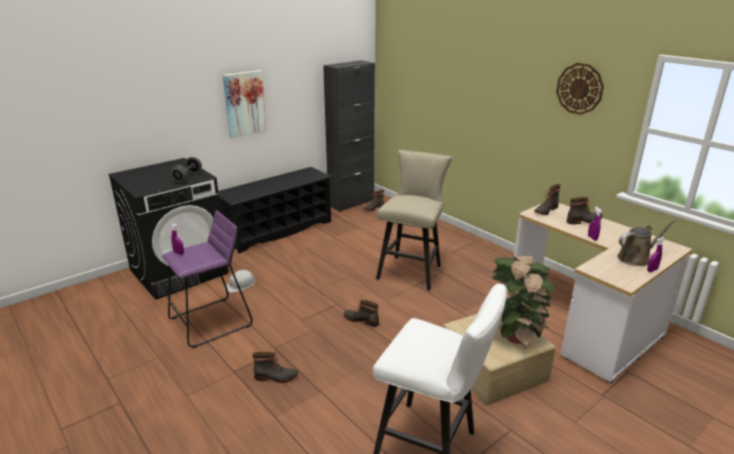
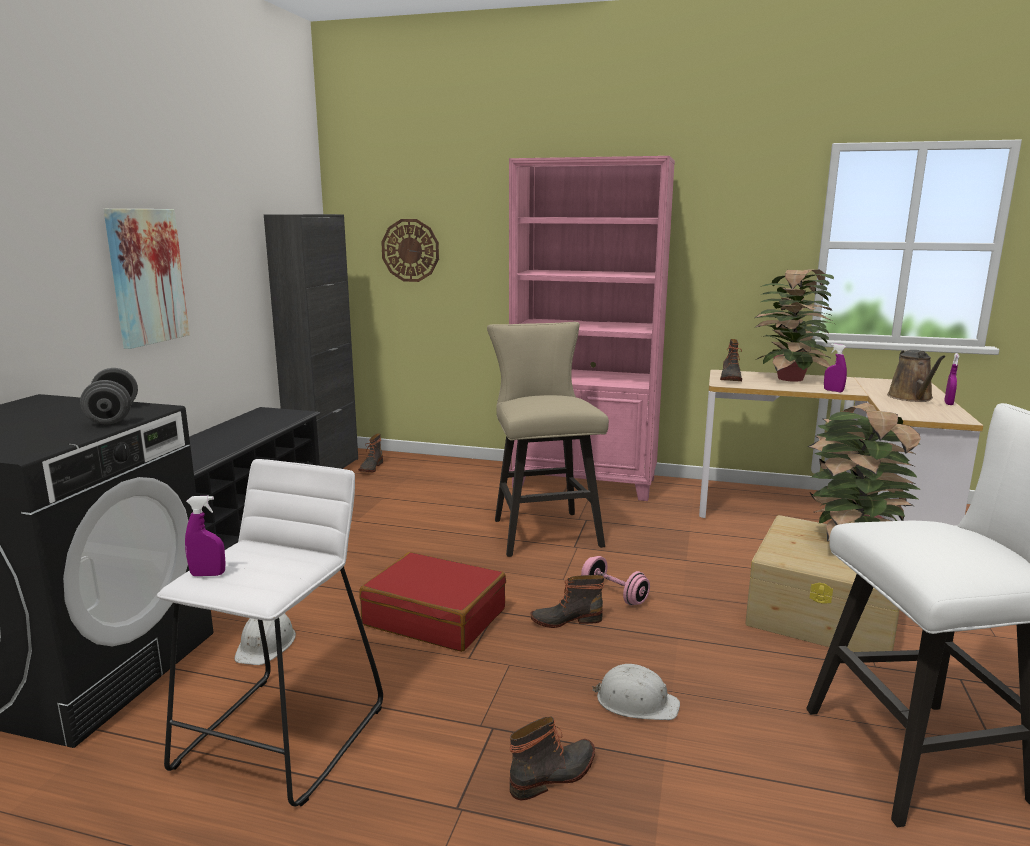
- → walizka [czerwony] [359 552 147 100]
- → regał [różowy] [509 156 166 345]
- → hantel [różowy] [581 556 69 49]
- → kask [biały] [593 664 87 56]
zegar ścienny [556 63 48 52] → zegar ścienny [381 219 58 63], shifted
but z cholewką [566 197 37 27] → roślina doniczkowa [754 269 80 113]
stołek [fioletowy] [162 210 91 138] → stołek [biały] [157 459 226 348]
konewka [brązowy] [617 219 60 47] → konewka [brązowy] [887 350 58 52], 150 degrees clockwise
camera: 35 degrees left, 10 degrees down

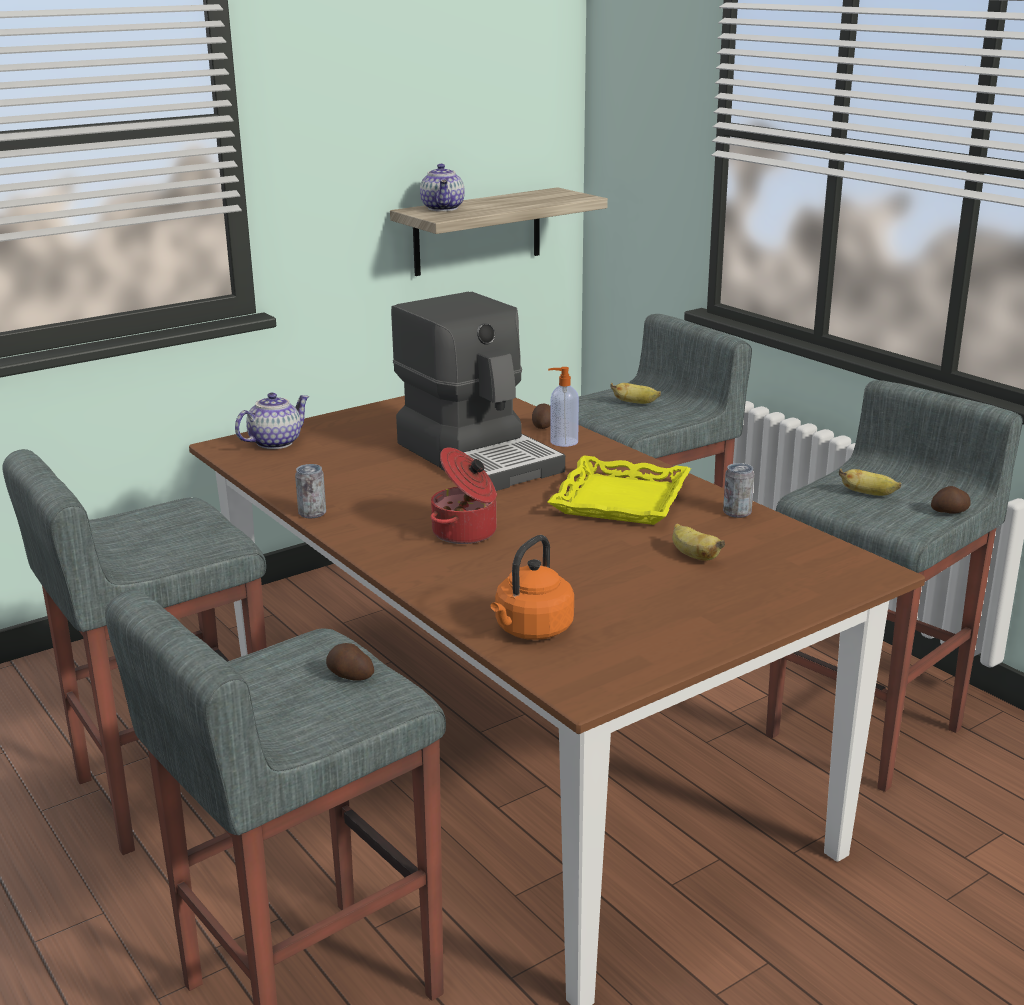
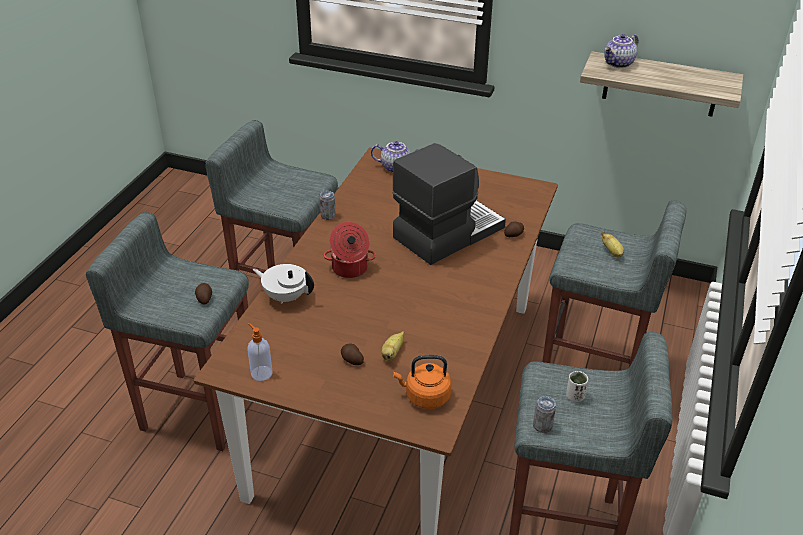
taca [żółty] [548 456 143 69] → -
- → imbryk [biały] [252 264 62 40]
czajnik [pomarańczowy] [491 535 83 105] → czajnik [pomarańczowy] [393 355 59 54], shifted
dozownik mydła [548 367 31 80] → dozownik mydła [248 323 24 58], shifted
puszka [723 463 31 55] → puszka [533 396 23 37], shifted
ziemniak [931 486 40 28] → ziemniak [341 344 23 21], shifted
banan [839 469 62 27] → filiżanka [biały] [566 371 22 31]
ekspres do kawy [391 292 174 199] → ekspres do kawy [393 143 113 122], 150 degrees counterclockwise
camera: 55 degrees right, 15 degrees up

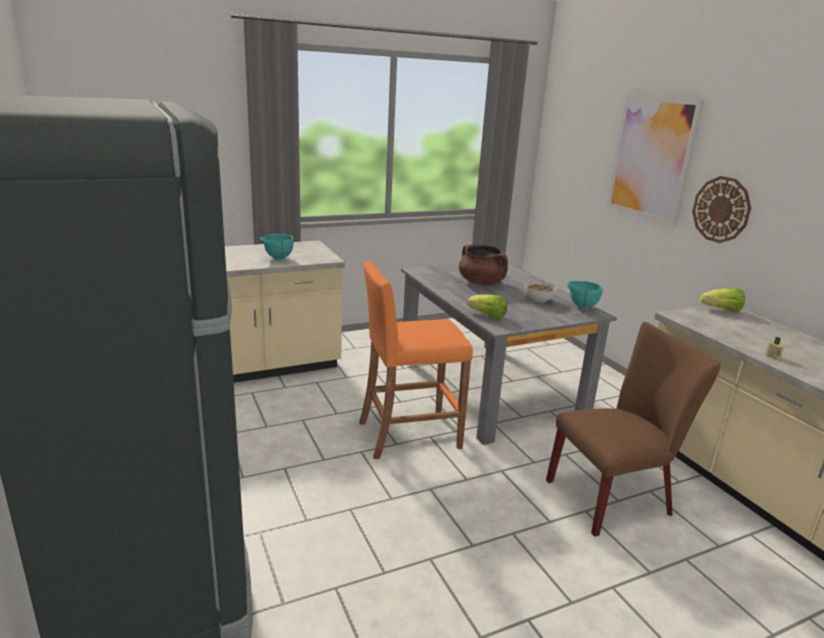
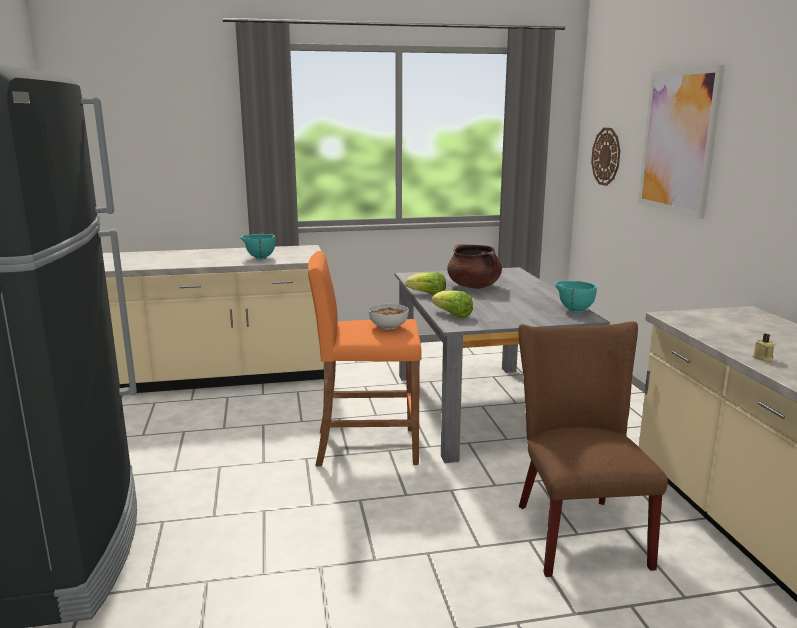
miska [525 281 33 22] → miska [368 304 41 26], shifted
zegar ścienny [692 176 59 67] → zegar ścienny [591 128 29 58], shifted
sałata [700 288 45 24] → sałata [406 272 40 23], shifted
krzesło [brązowy] [546 322 175 215] → krzesło [brązowy] [518 321 150 256], 90 degrees counterclockwise
camera: 15 degrees right, 5 degrees down

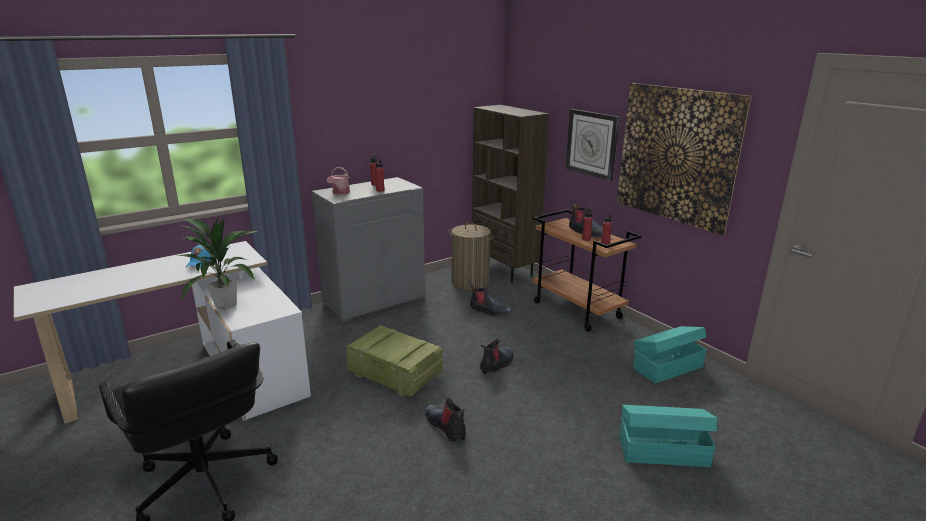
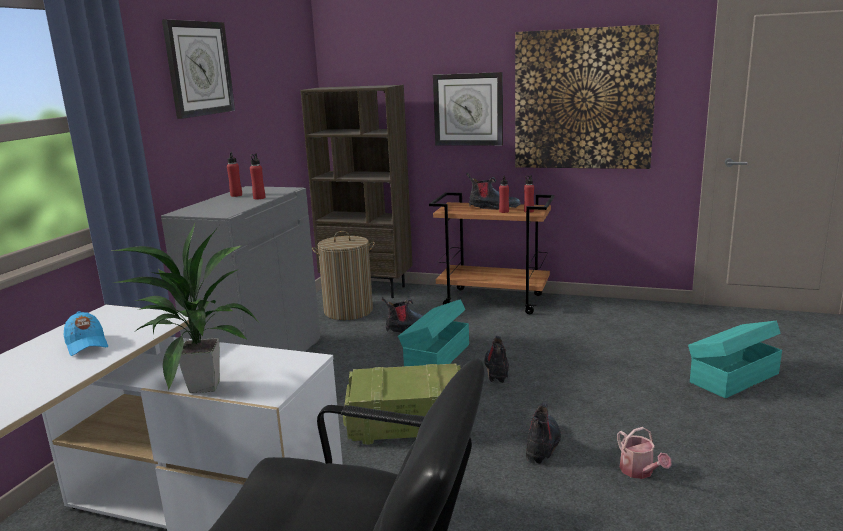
- → zegar ścienny [162 19 73 100]
konewka [327 167 23 28] → konewka [617 427 54 52], shifted
pojemnik do przechowywania [turkusowy] [633 326 74 58] → pojemnik do przechowywania [turkusowy] [398 299 71 67], shifted
but z cholewką [425 397 41 46] → but z cholewką [526 403 35 61], 90 degrees clockwise
camera: 35 degrees left, 5 degrees down

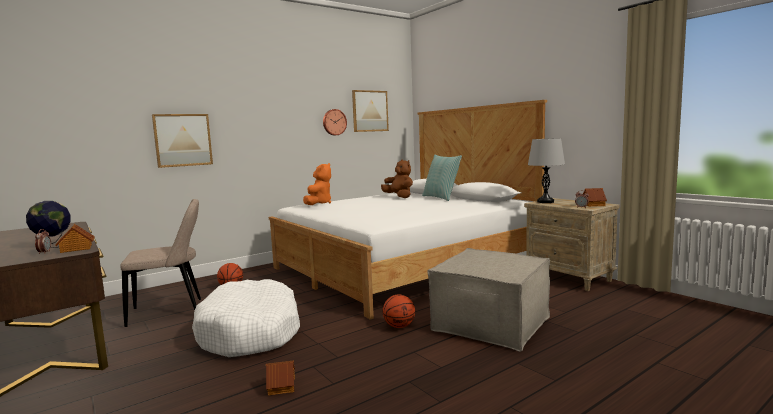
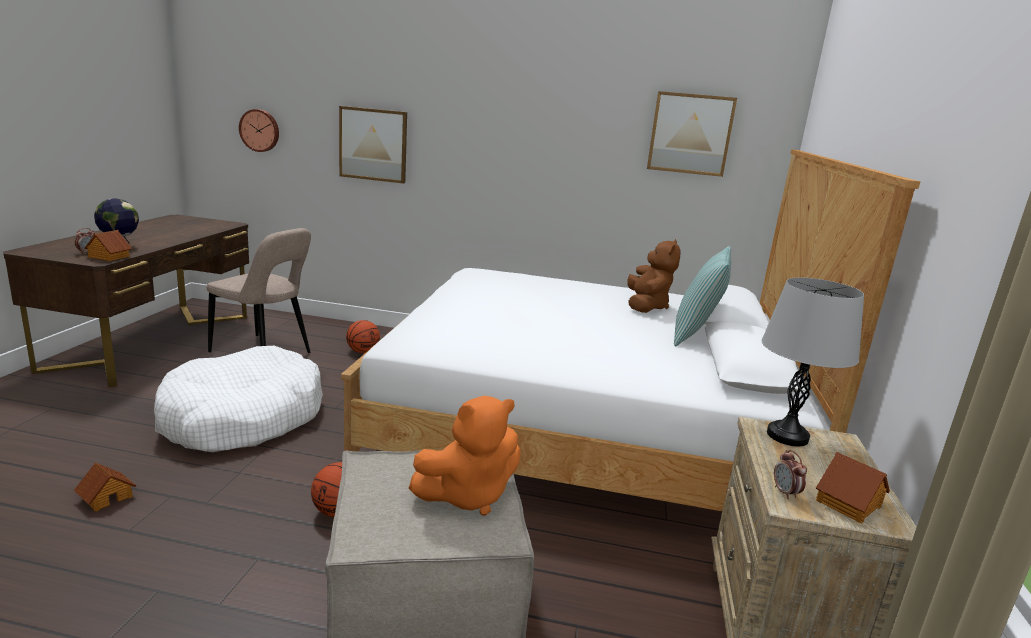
pluszak [pomarańczowy] [303 163 28 42] → pluszak [pomarańczowy] [409 396 112 120], shifted
zegar ścienny [323 109 24 26] → zegar ścienny [239 109 40 43], shifted
camera: 45 degrees right, 10 degrees up

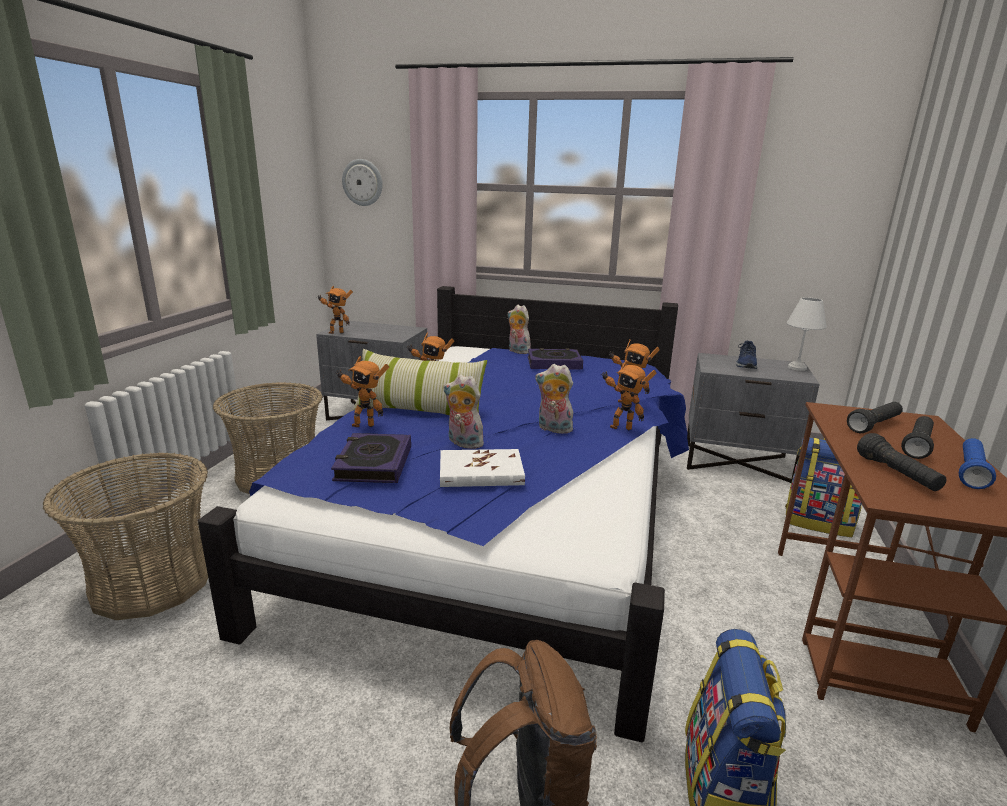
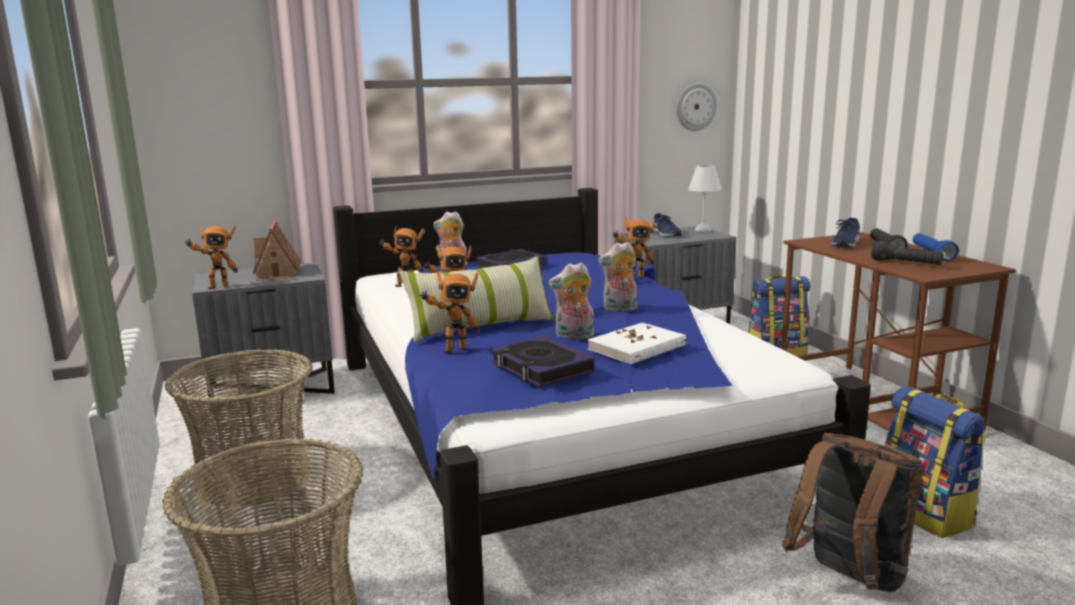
- → domek [253 220 48 61]
zegar ścienny [342 159 41 47] → zegar ścienny [676 83 41 48], shifted
robot zabawkowy [601 360 55 70] → robot zabawkowy [378 226 47 61], shifted
latarka [czarny] [847 402 56 31] → but [niebieski] [831 218 29 30]
camera: 35 degrees left, 5 degrees down

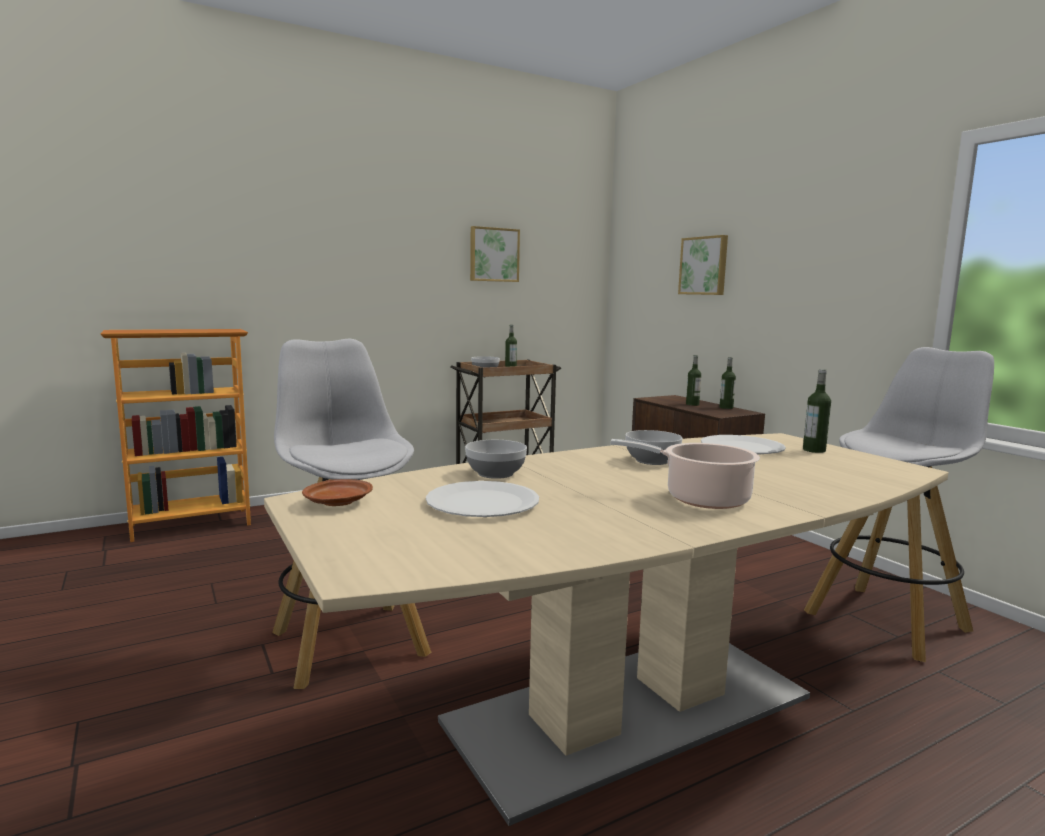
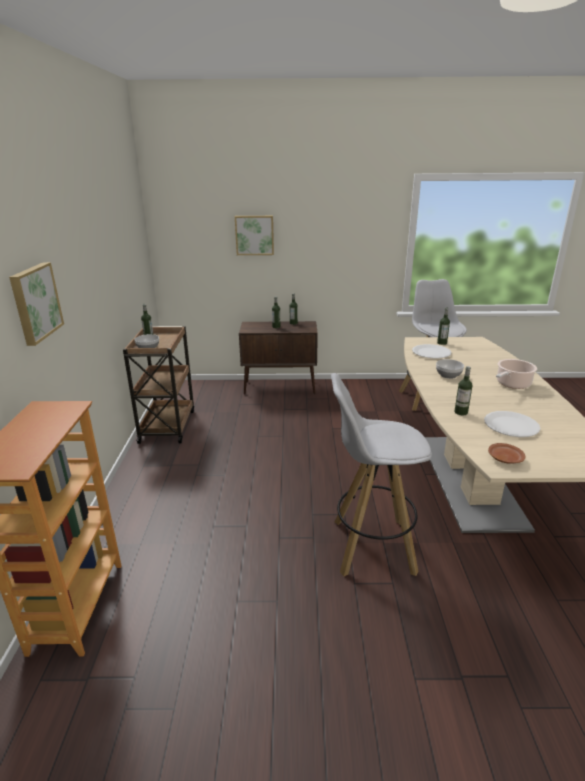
obraz [470 226 50 56] → obraz [9 262 55 84], shifted
miska [465 440 62 39] → butelka [454 366 19 49]
camera: 60 degrees left, 15 degrees up

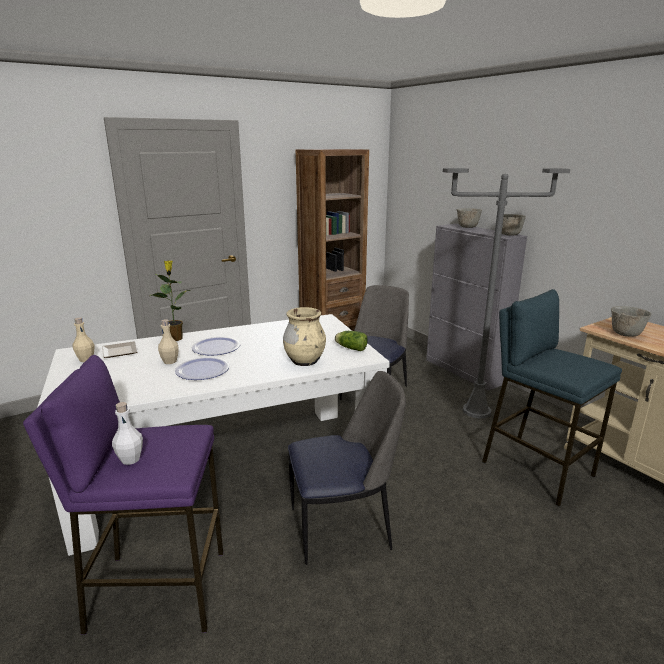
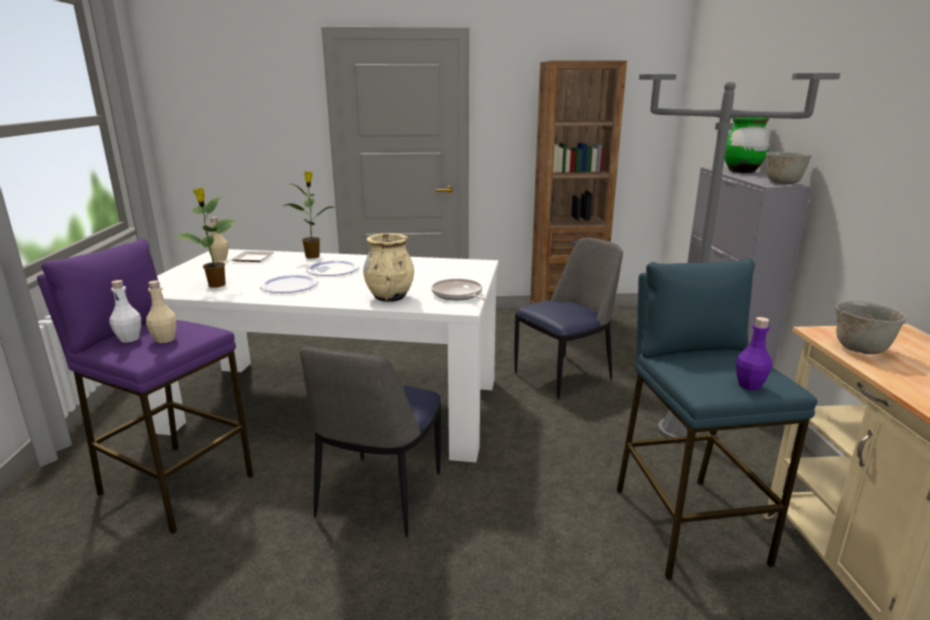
- → roślina doniczkowa [175 188 62 100]
- → butelka [fioletowy] [736 317 36 74]
butelka [beżowy] [158 319 21 45] → butelka [beżowy] [146 280 30 63], shifted
sałata [335 331 33 20] → patelnia [431 279 56 22]
miska [szary] [457 208 25 20] → wazon [zielony] [725 117 45 56]
krzesło [288 371 118 194] → krzesło [300 346 141 191], 90 degrees clockwise
camera: 30 degrees right, 0 degrees up

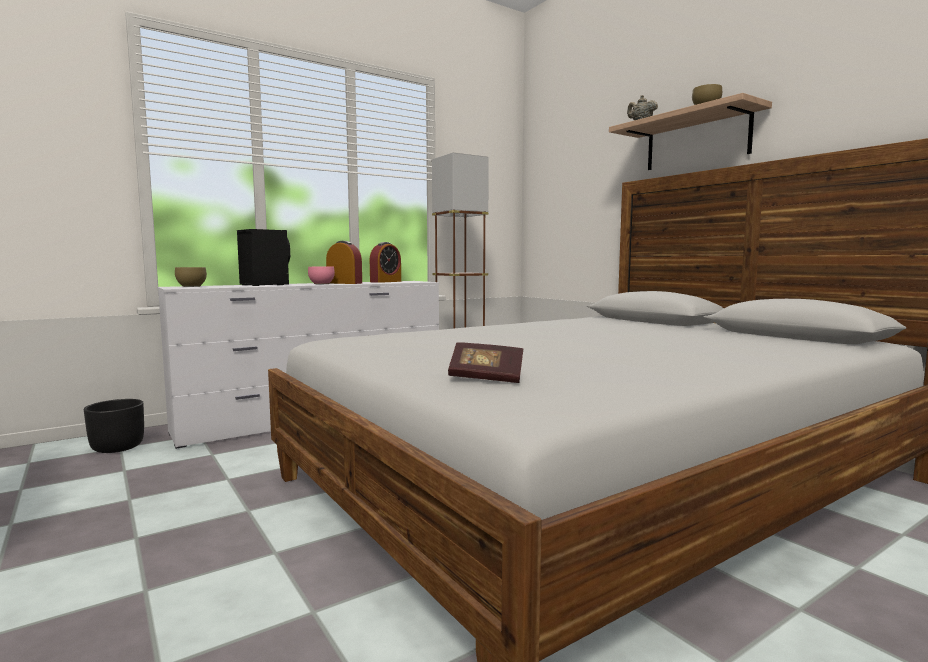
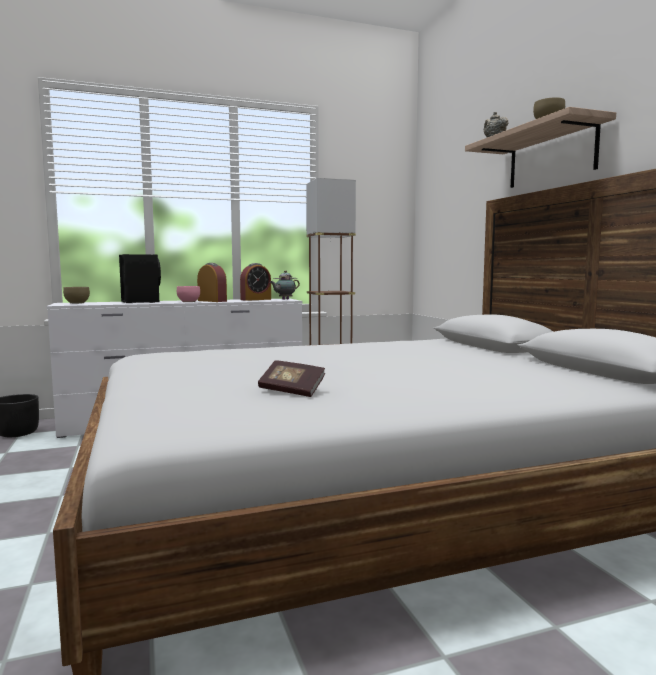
- → imbryk [270 270 30 30]
książka [448 342 75 41] → książka [258 360 68 37], shifted
camera: 15 degrees right, 0 degrees up

